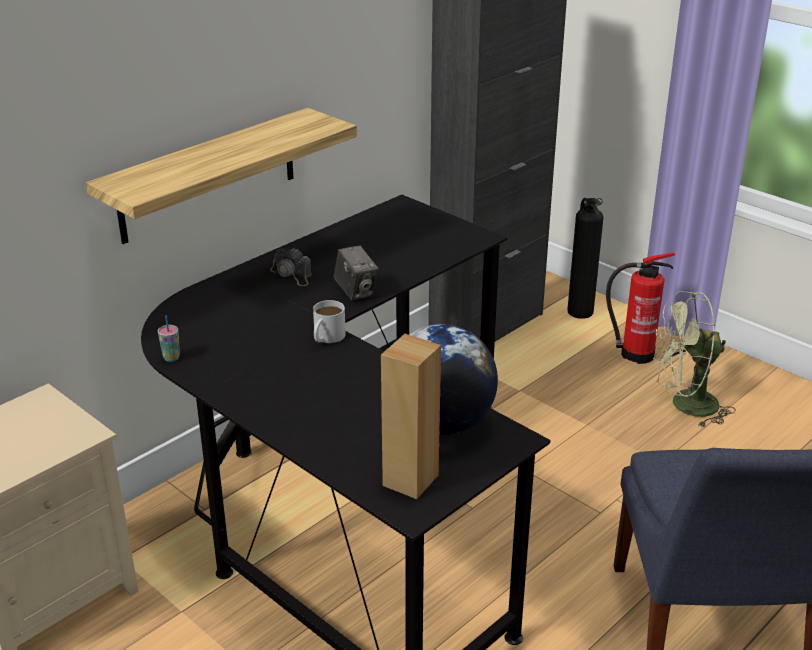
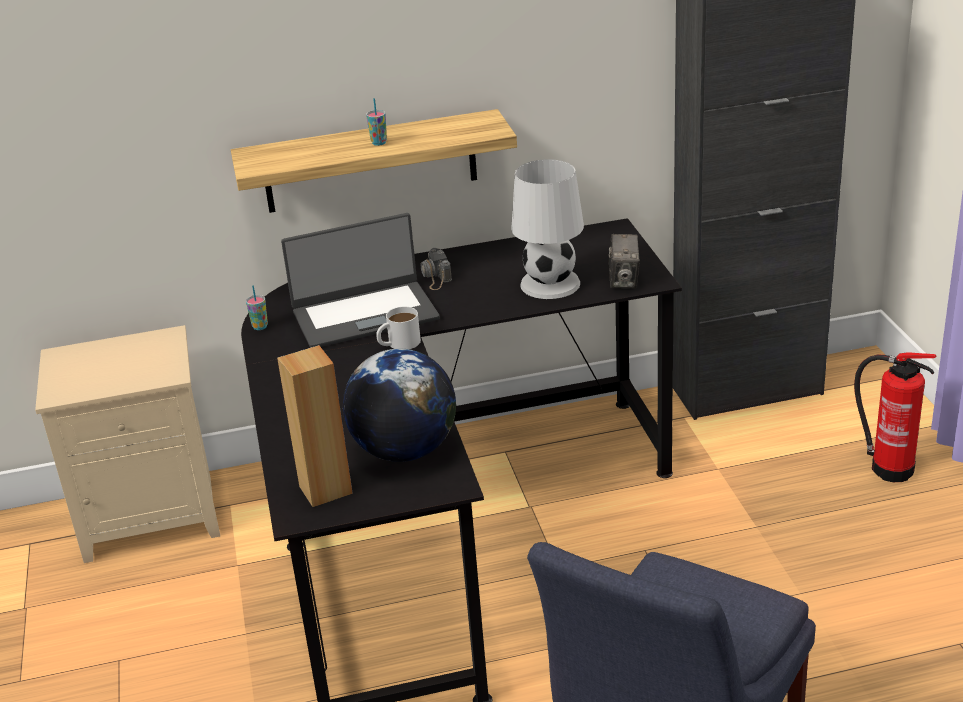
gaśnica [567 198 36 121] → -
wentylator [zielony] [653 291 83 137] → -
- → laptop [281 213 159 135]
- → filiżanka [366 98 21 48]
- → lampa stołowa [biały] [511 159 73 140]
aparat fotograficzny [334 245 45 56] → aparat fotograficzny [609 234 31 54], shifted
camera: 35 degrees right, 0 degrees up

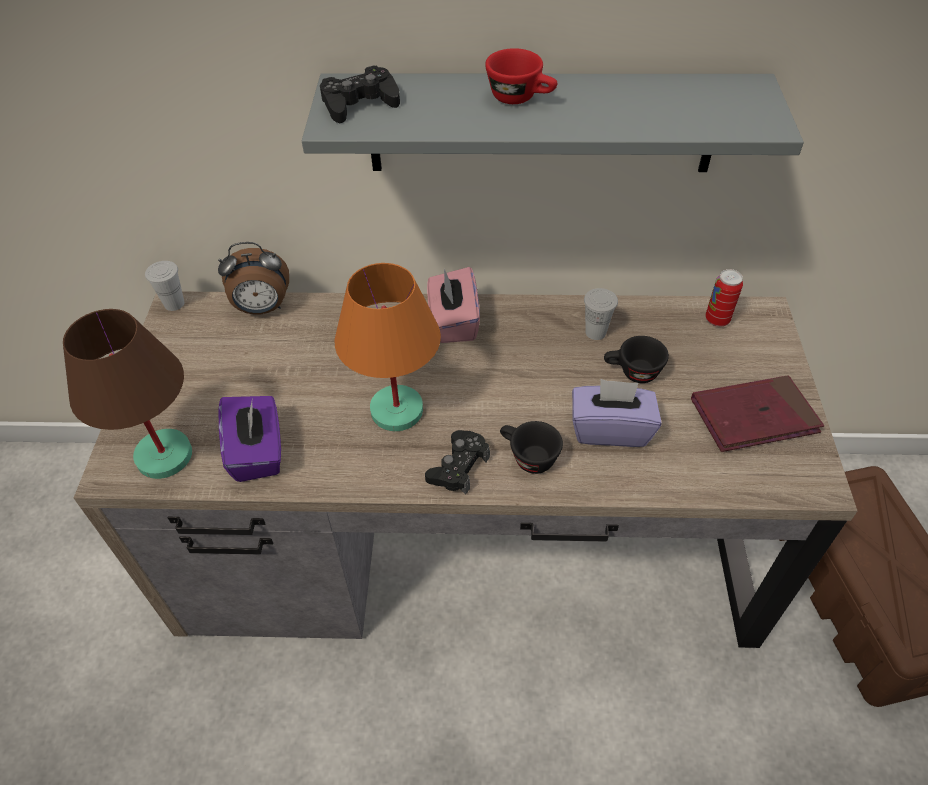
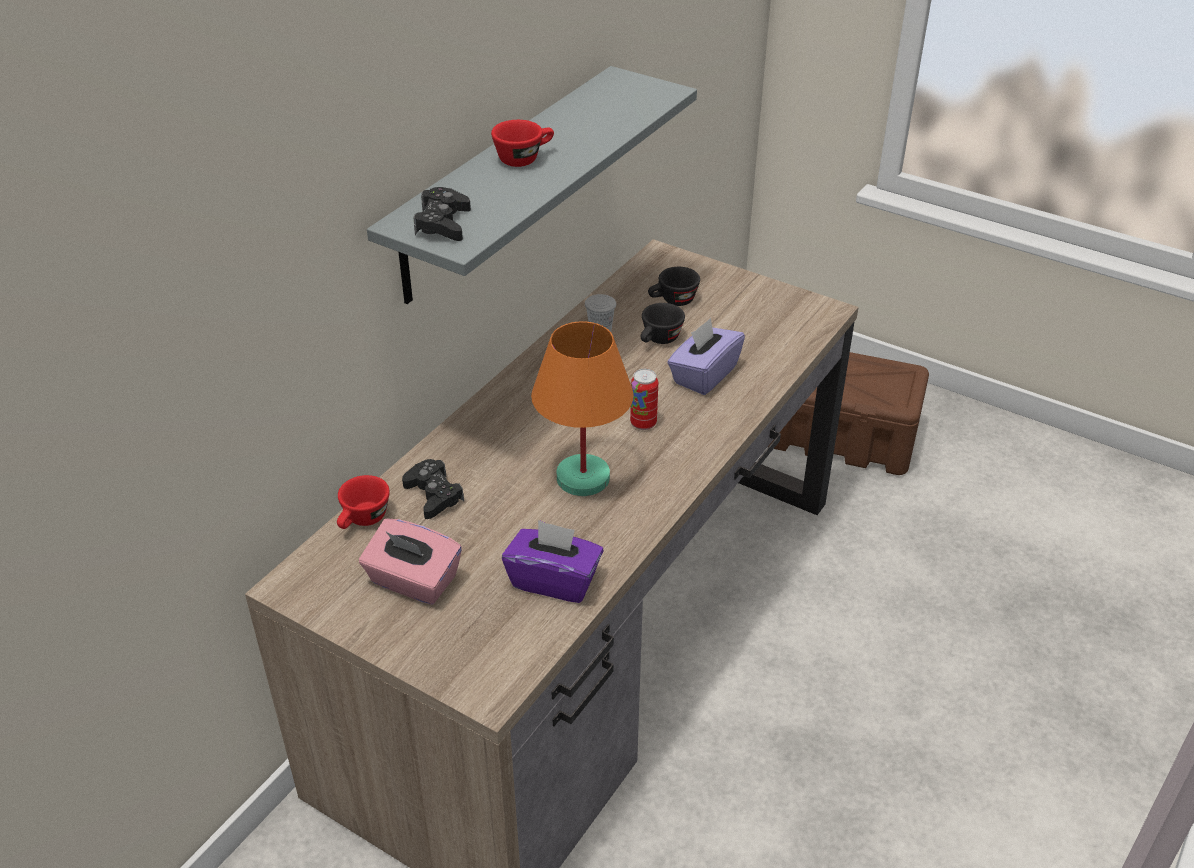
lampa stołowa [brązowy] [63 309 129 170] → -
filiżanka [biały] [145 261 39 50] → -
książka [czerwony] [691 375 133 77] → -
pad do gier [czarny] [425 430 65 64] → pad do gier [czarny] [402 459 62 60], shifted
pudełko chusteczek [różowy] [427 267 53 76] → pudełko chusteczek [różowy] [359 519 103 86], shifted
filiżanka [czarny] [500 421 63 53] → filiżanka [czarny] [648 267 52 39], shifted
puszka [705 269 38 58] → puszka [630 369 28 61], shifted
budzik [218 242 71 72] → filiżanka [czerwony] [337 475 53 54]
camera: 60 degrees left, 10 degrees down

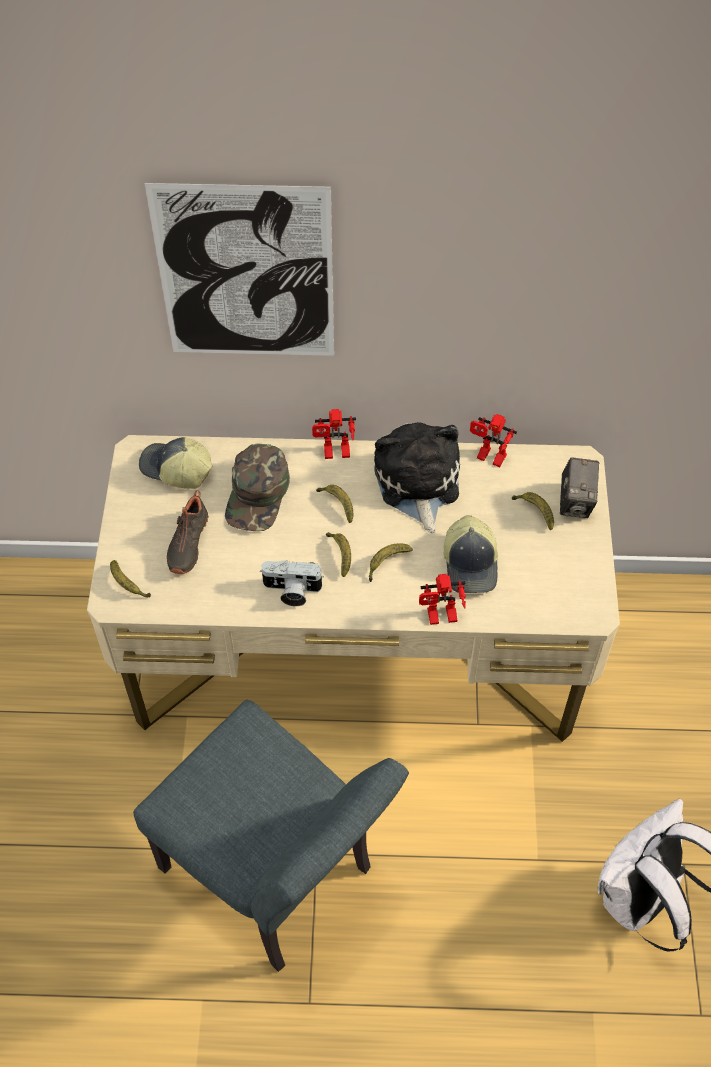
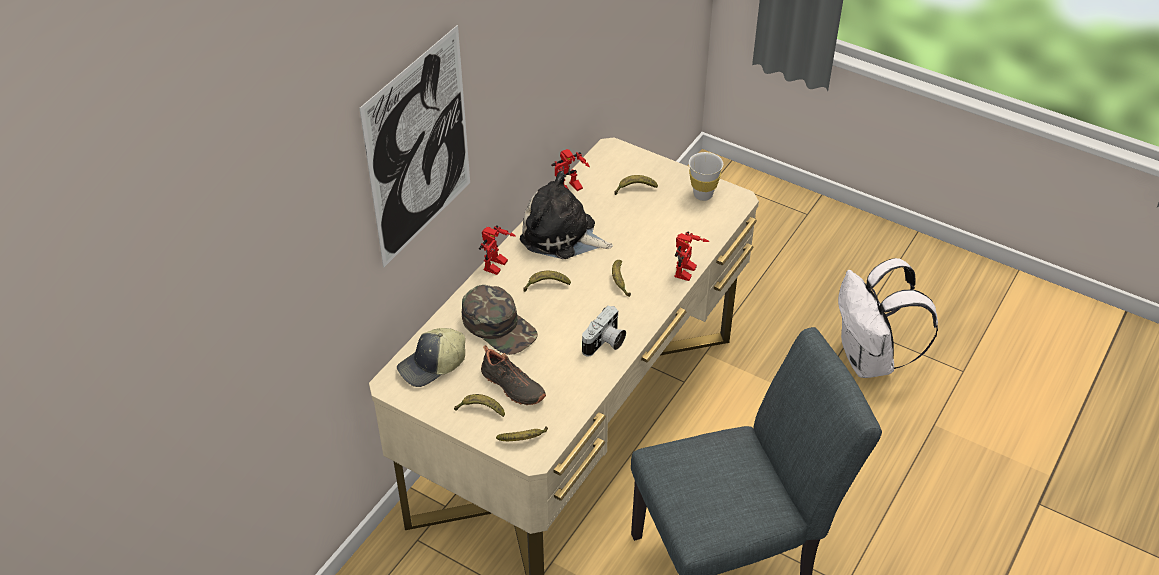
czapka z daszkiem [443 515 55 78] → -
aparat fotograficzny [560 457 40 61] → -
- → filiżanka [biały] [689 152 34 49]
banan [326 532 25 45] → banan [454 394 51 23], shifted
camera: 60 degrees left, 10 degrees down

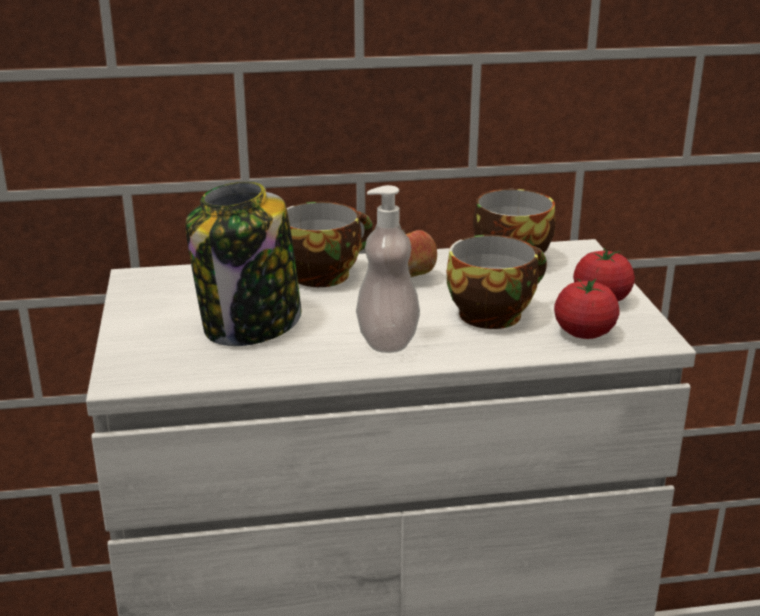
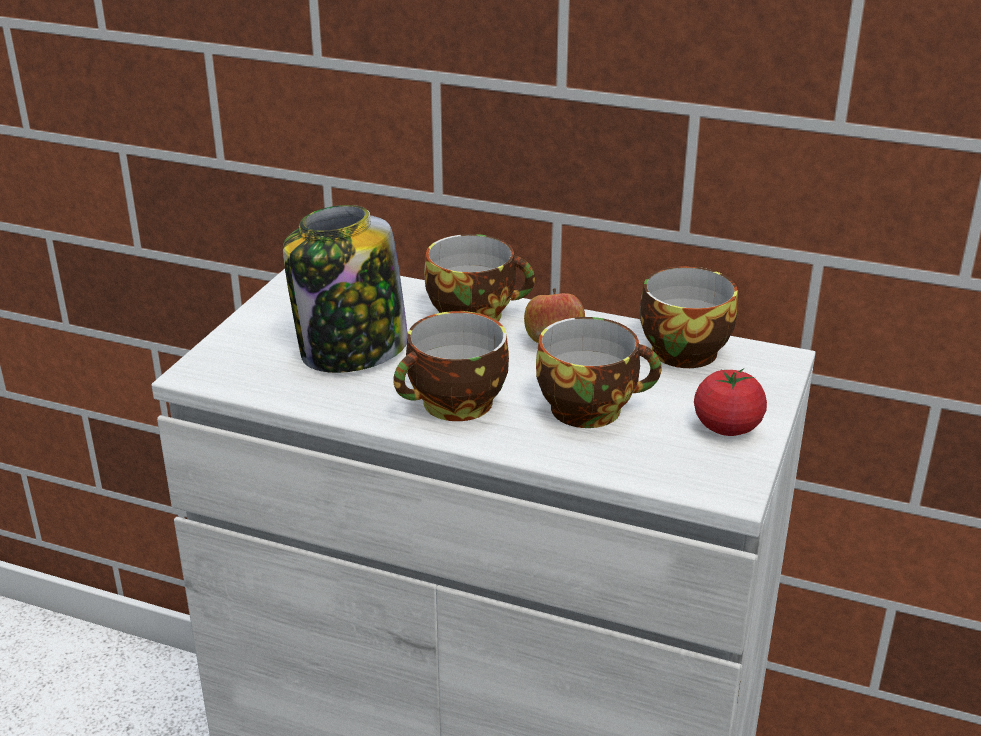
pomidor [554 278 66 61] → -
dozownik mydła [356 185 64 168] → filiżanka [393 311 116 110]
camera: 30 degrees right, 5 degrees up

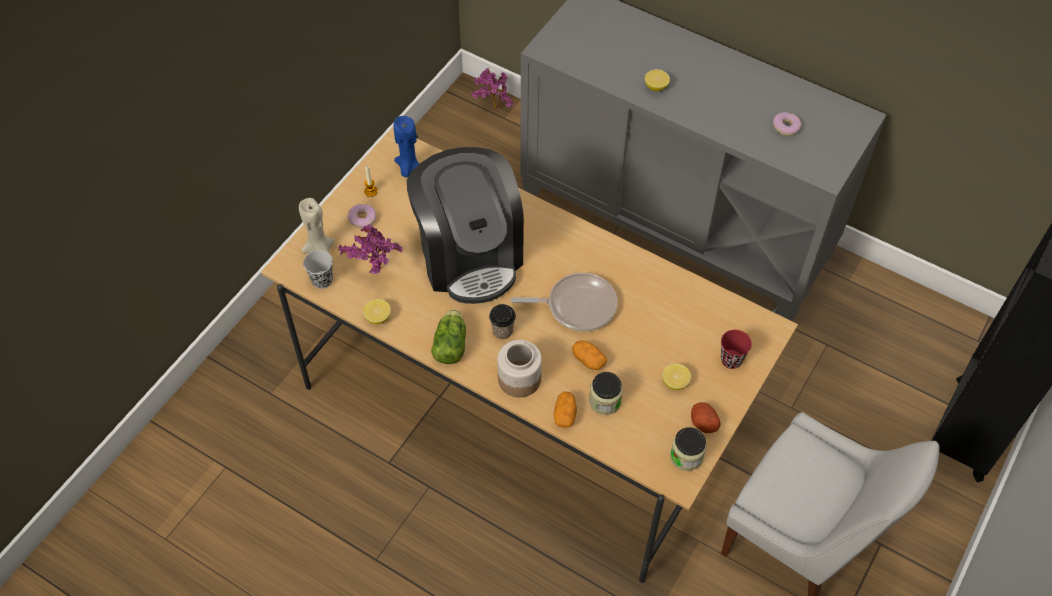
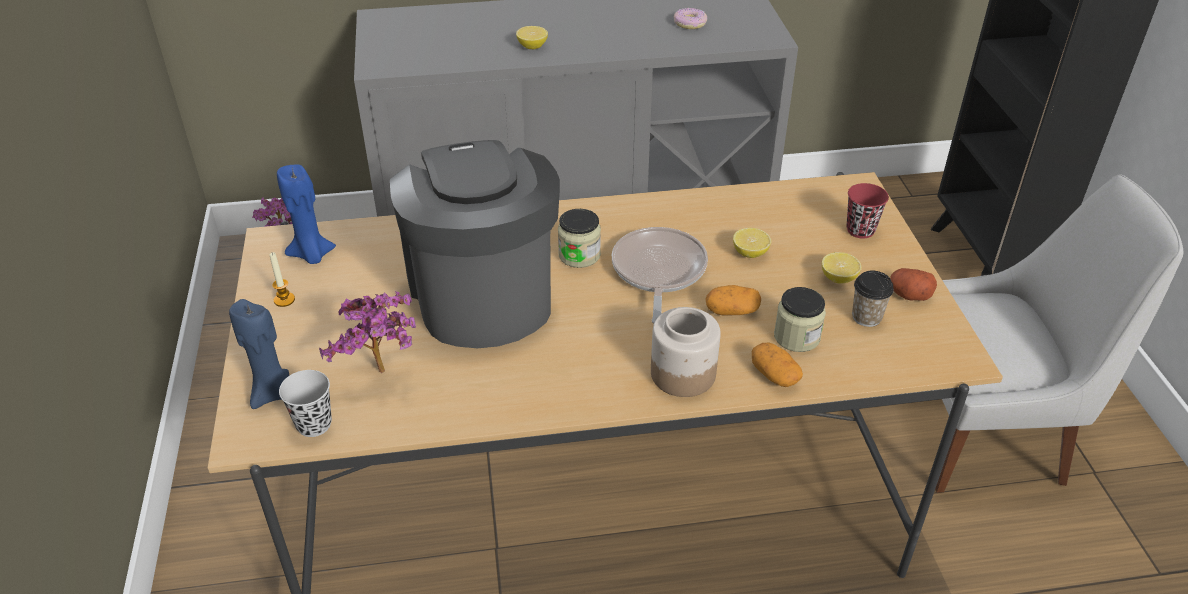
donut [348 204 29 24] → -
sałata [431 310 35 54] → -
cytryna [363 299 28 25] → cytryna [733 228 38 30], shifted
filiżanka [489 304 27 35] → filiżanka [852 271 42 56], shifted
słoik [670 427 36 44] → słoik [558 209 43 59], shifted
świeca [beżowy] [299 198 36 56] → świeca [niebieski] [229 299 60 110]
ekspres do kawy [407 147 117 157] → ekspres do kawy [390 140 170 208], 135 degrees counterclockwise
patelnia [511 273 107 58] → patelnia [612 227 96 97], 45 degrees counterclockwise
camera: 40 degrees left, 15 degrees down

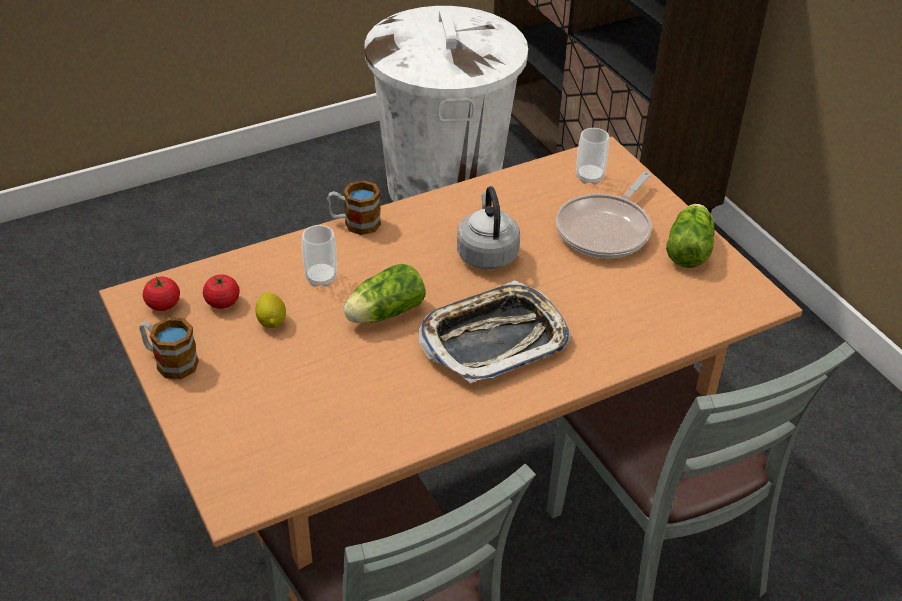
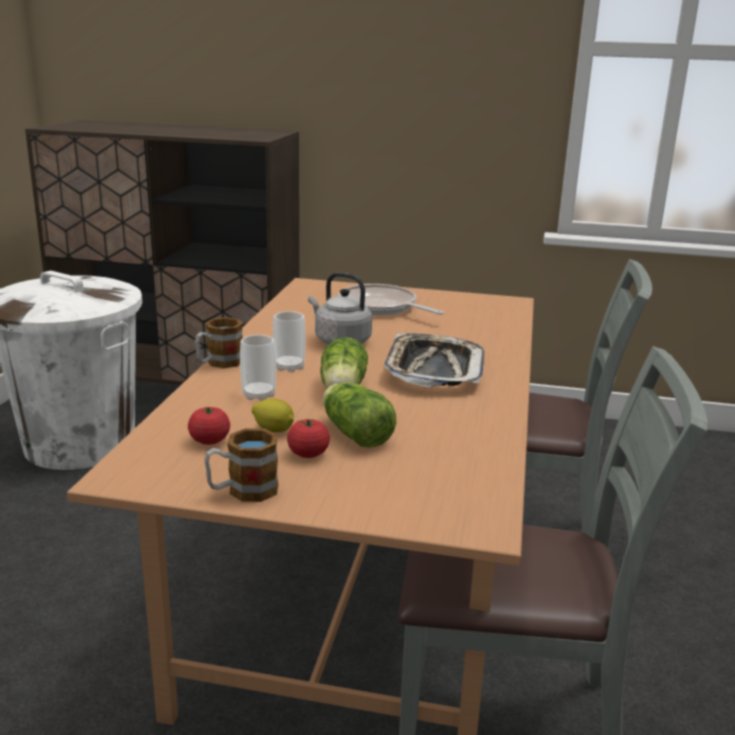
pomidor [143 276 37 35] → pomidor [287 419 43 39], shifted
filiżanka [576 128 33 57] → filiżanka [273 311 33 62], shifted
sałata [666 204 49 64] → sałata [323 382 73 66], shifted
patelnia [556 171 96 87] → patelnia [338 284 106 31], 150 degrees clockwise
camera: 50 degrees left, 20 degrees down

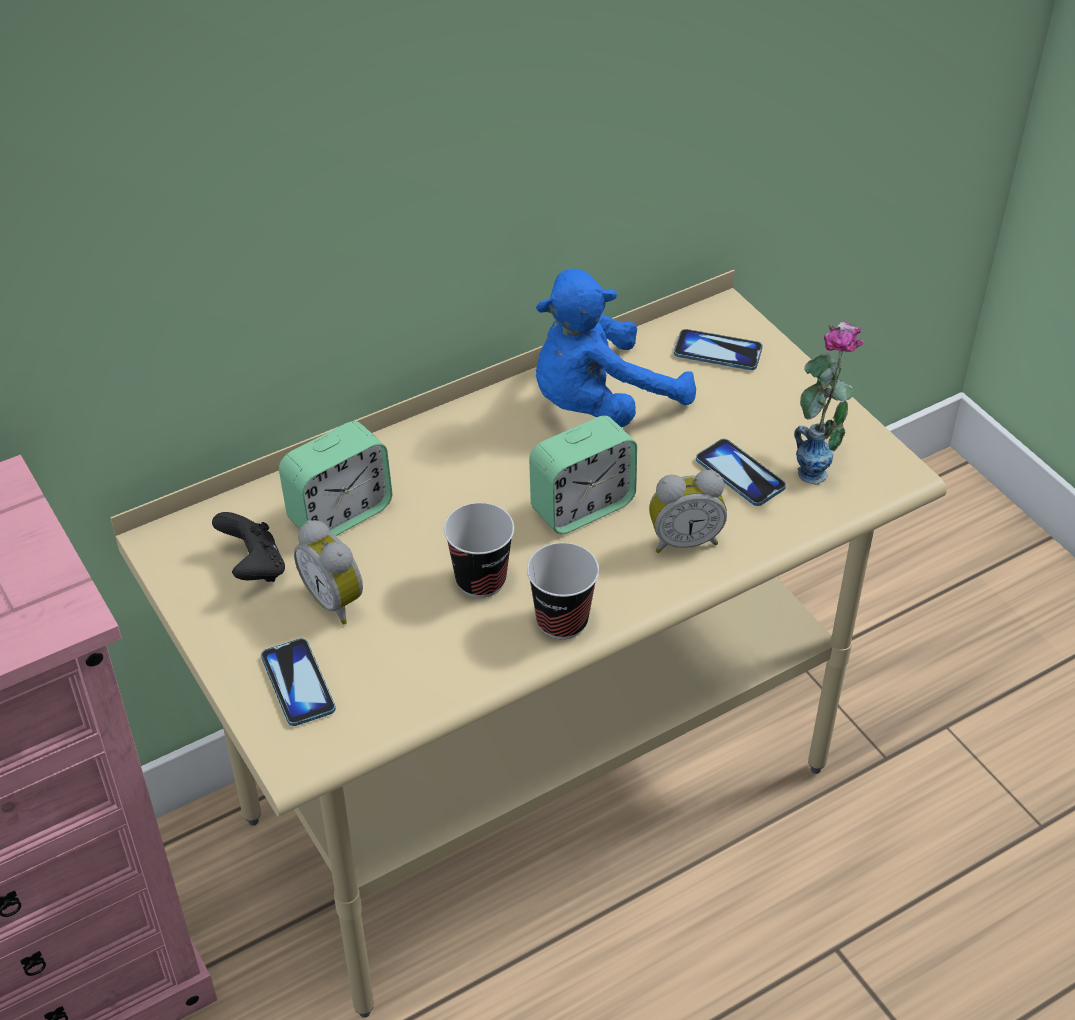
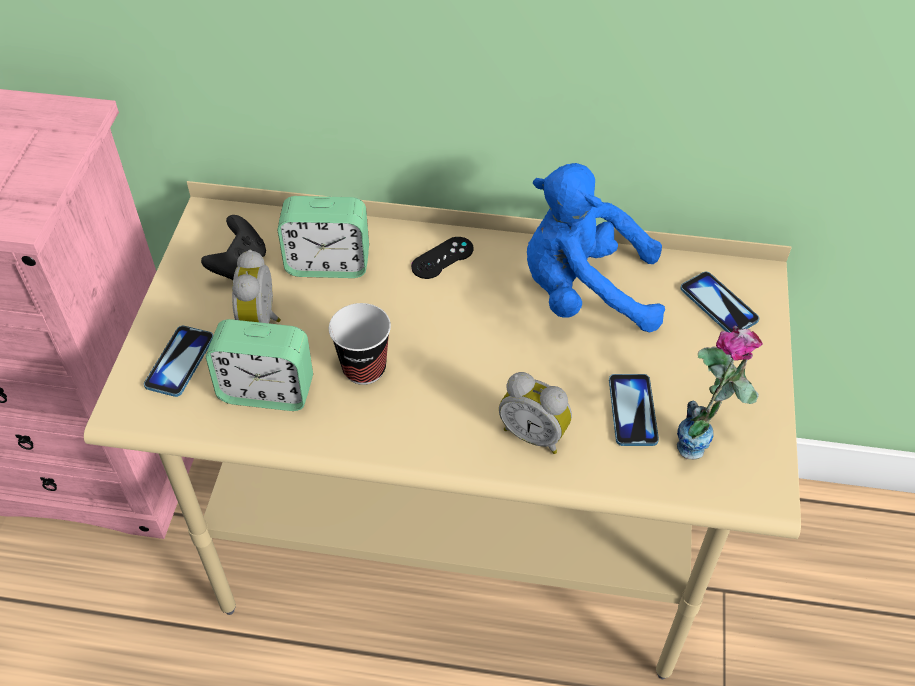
filiżanka [527 543 72 96] → -
- → pad do gier [czarny] [411 237 63 42]
budzik [529 416 108 118] → budzik [206 319 107 92], shifted
camera: 40 degrees right, 5 degrees up

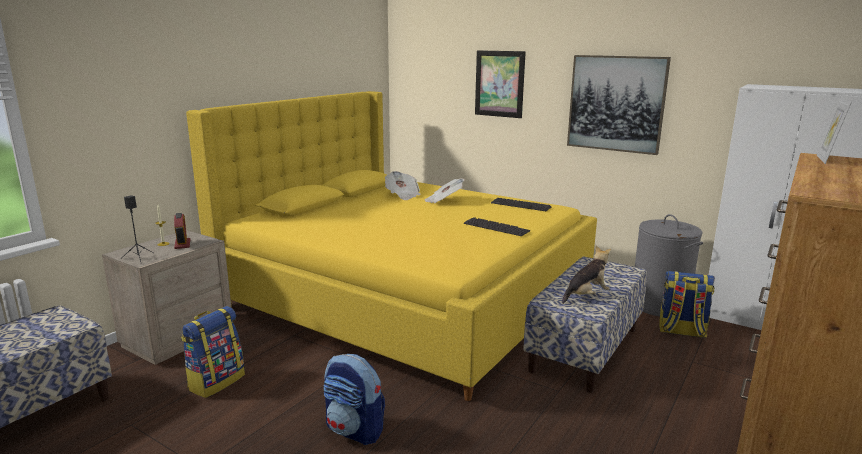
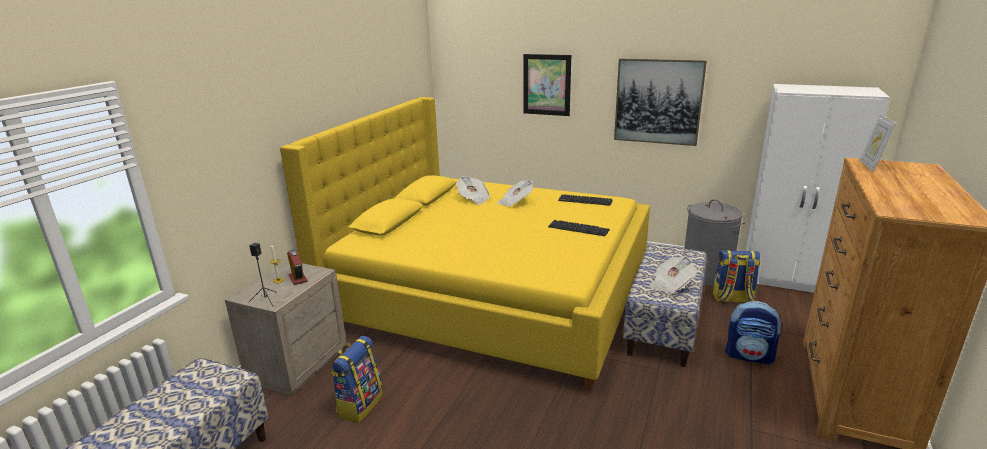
plecak [324 354 61 91] → plecak [725 301 57 64], shifted
pluszak [562 246 49 58] → gazeta [649 257 48 37]
camera: 10 degrees left, 5 degrees up

